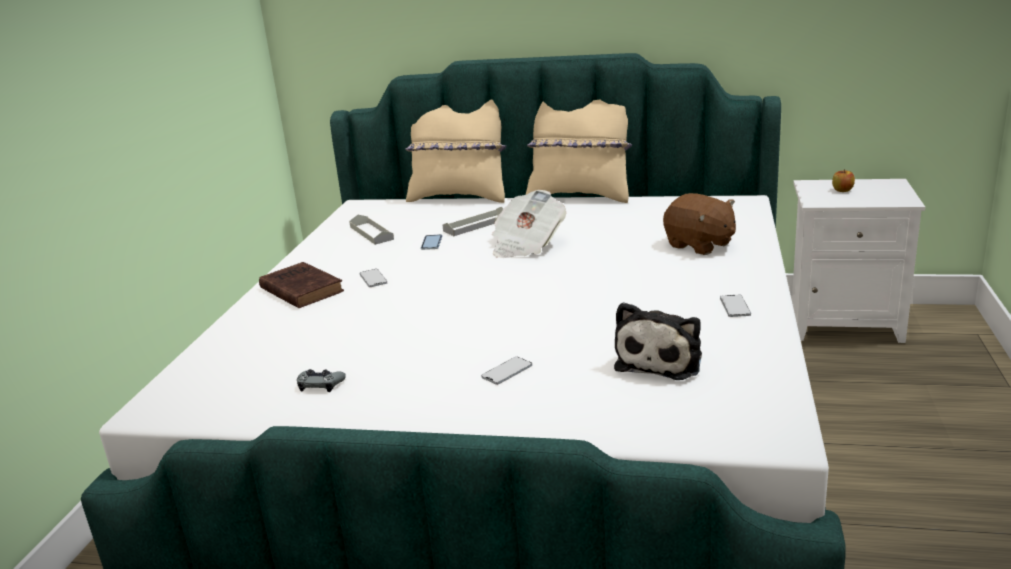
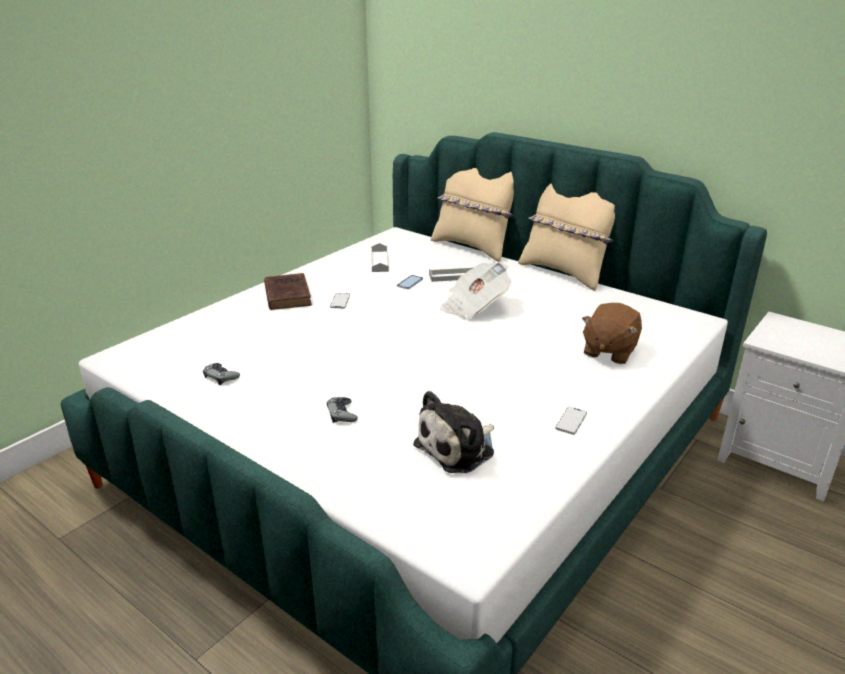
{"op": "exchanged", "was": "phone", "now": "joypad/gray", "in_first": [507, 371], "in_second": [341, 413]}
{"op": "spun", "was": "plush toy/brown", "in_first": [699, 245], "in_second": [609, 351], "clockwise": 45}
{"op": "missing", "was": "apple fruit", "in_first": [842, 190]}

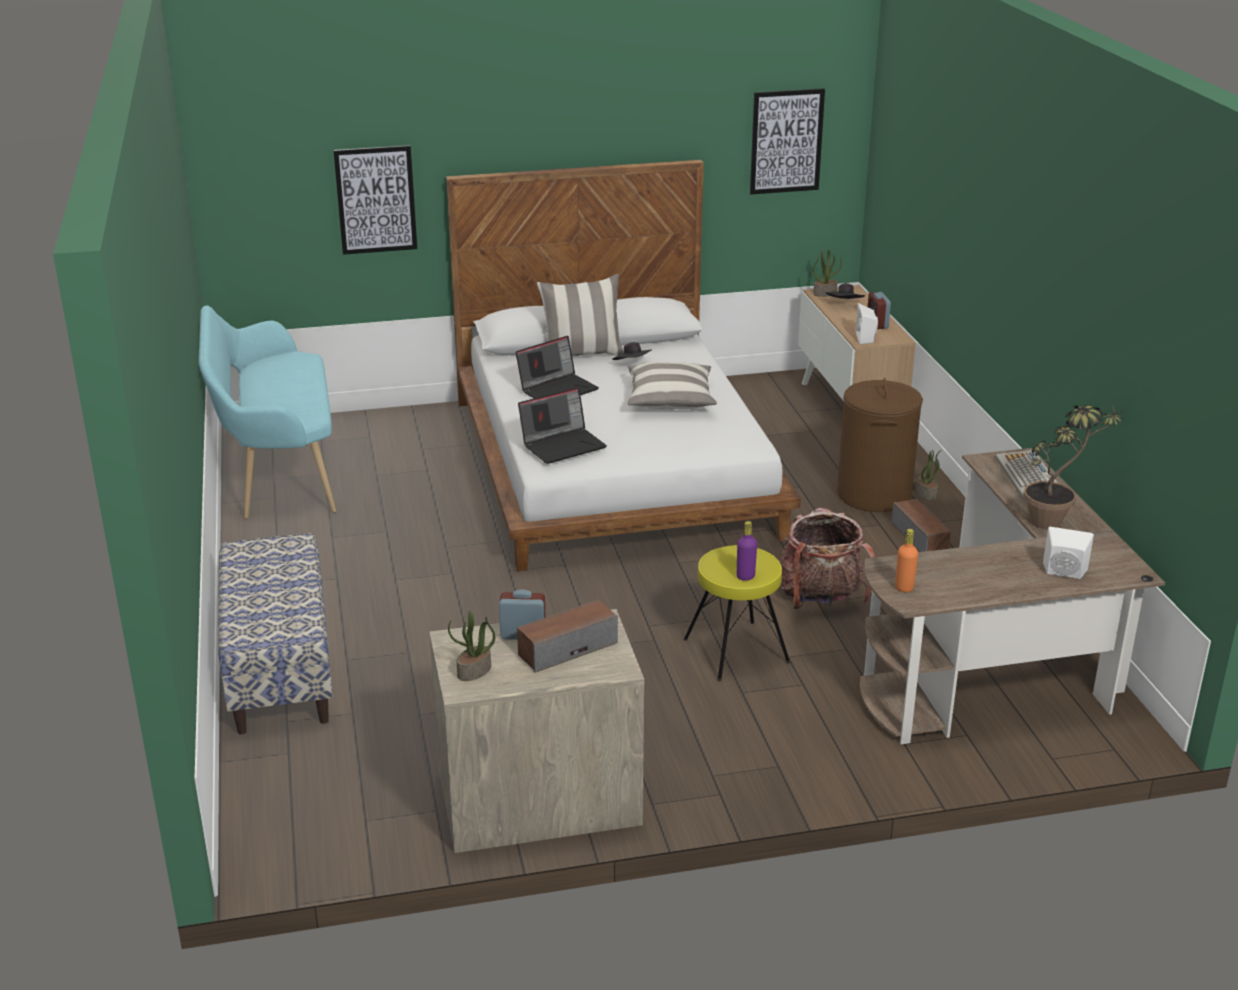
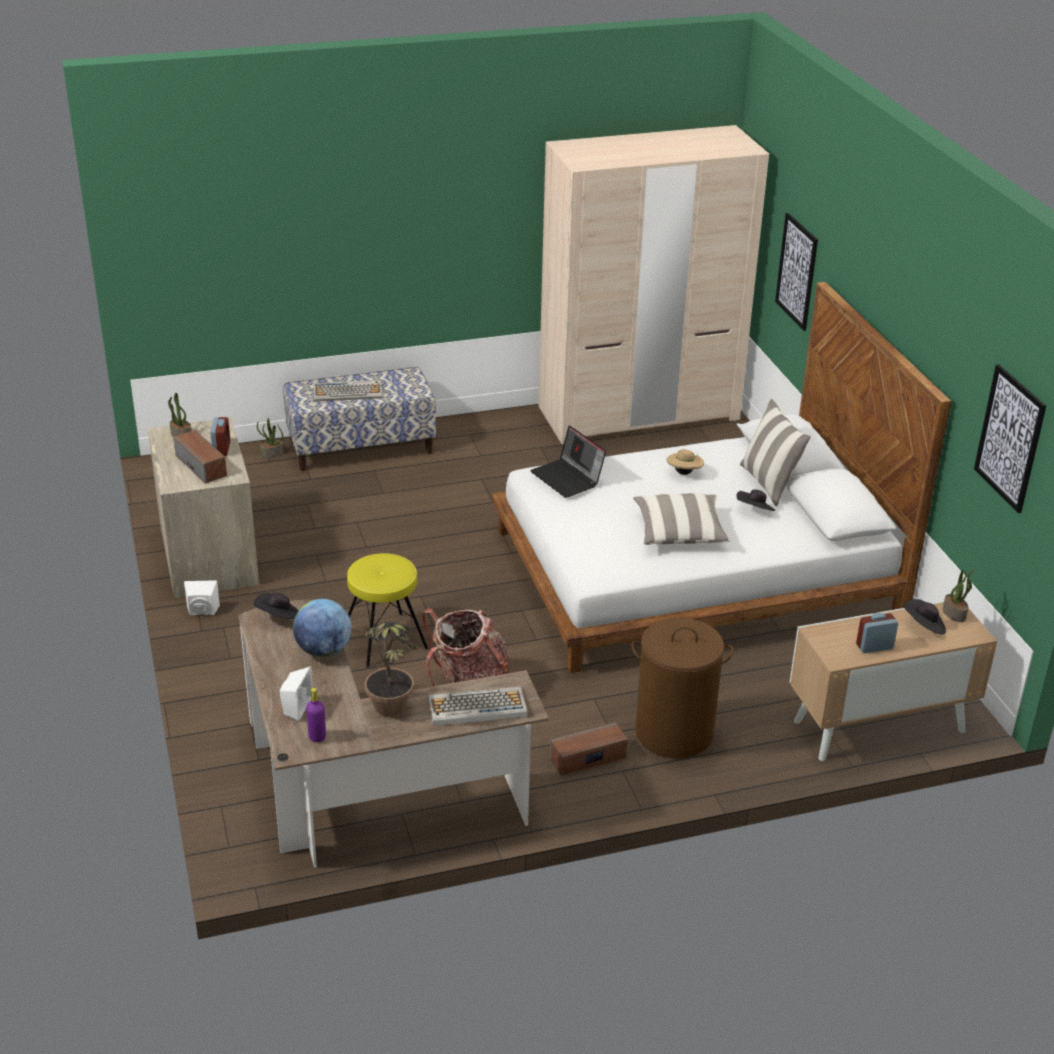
{"op": "exchanged", "was": "bench/blue-green", "now": "wardrobe/beige-coloured", "in_first": [277, 472], "in_second": [638, 413]}
{"op": "exchanged", "was": "notebook computer", "now": "clothing hat/beige-coloured", "in_first": [558, 389], "in_second": [684, 473]}
{"op": "relocated", "was": "bottle/purplish", "in_first": [745, 576], "in_second": [317, 737]}
{"op": "relocated", "was": "speaker/white", "in_first": [866, 338], "in_second": [202, 612]}
{"op": "exchanged", "was": "bottle/orangey", "now": "clothing hat/black", "in_first": [904, 588], "in_second": [279, 617]}
{"op": "relocated", "was": "plant in a pot", "in_first": [926, 494], "in_second": [272, 454]}
{"op": "appeared", "now": "world globe", "in_second": [323, 650]}
{"op": "appeared", "now": "computer keyboard", "in_second": [348, 392]}

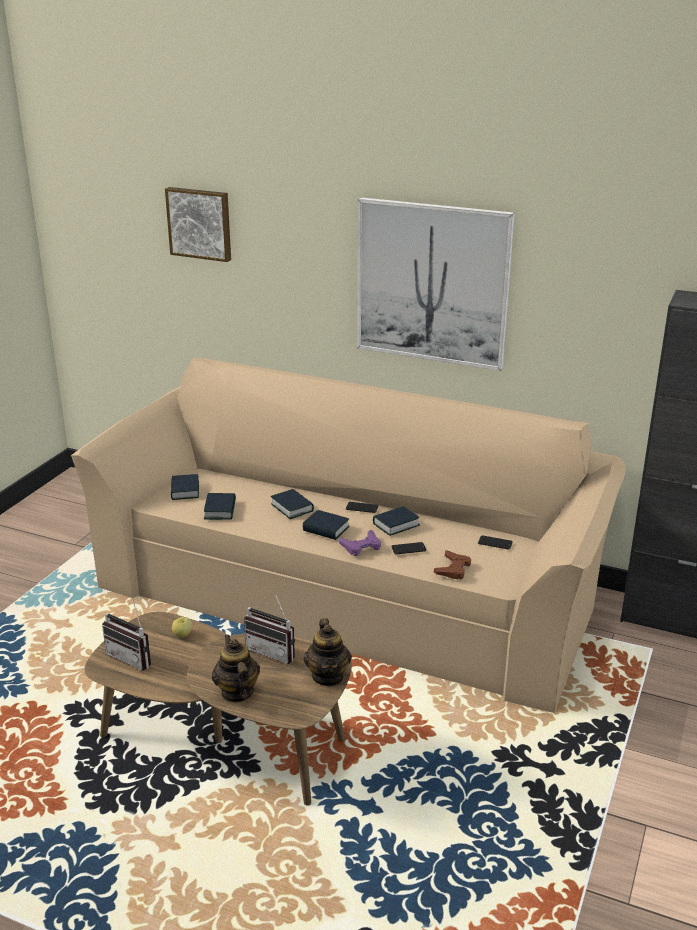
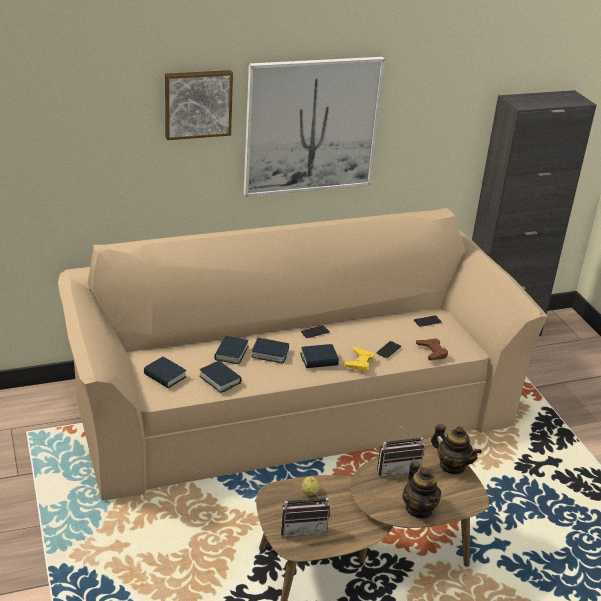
{"op": "relocated", "was": "picture", "in_first": [200, 223], "in_second": [197, 103]}
{"op": "spun", "was": "pot for tea", "in_first": [236, 692], "in_second": [419, 509], "clockwise": -135}
{"op": "colour", "was": "joypad/purplish", "now": "joypad/yellow-coloured", "in_first": [361, 546], "in_second": [359, 362]}
{"op": "relocated", "was": "book", "in_first": [396, 525], "in_second": [231, 353]}

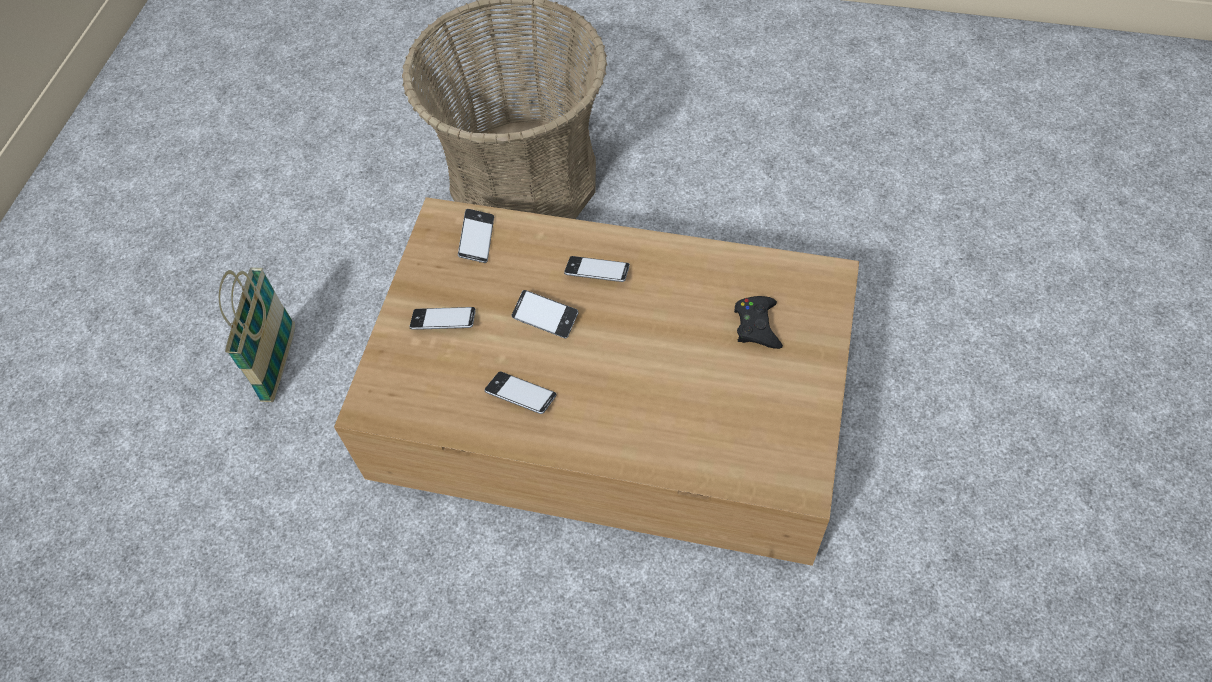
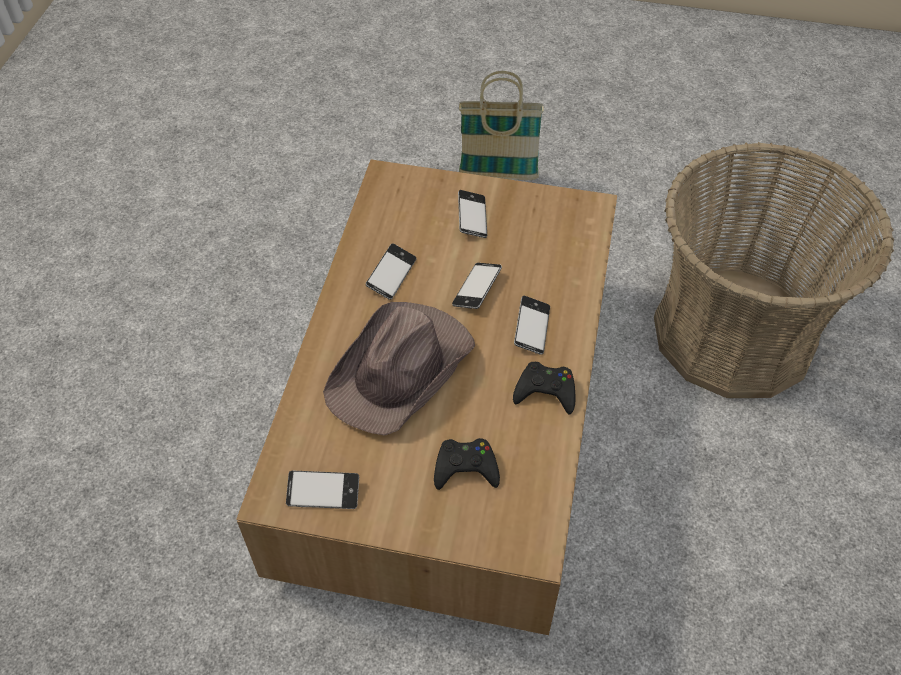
{"op": "relocated", "was": "phone", "in_first": [477, 239], "in_second": [323, 493]}
{"op": "appeared", "now": "clothing hat/brown", "in_second": [402, 369]}
{"op": "appeared", "now": "joypad/black", "in_second": [545, 391]}

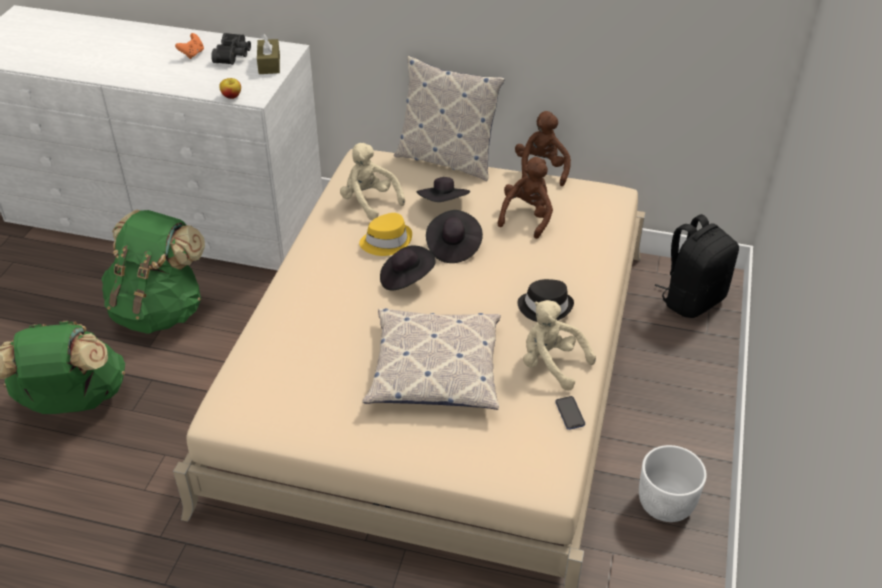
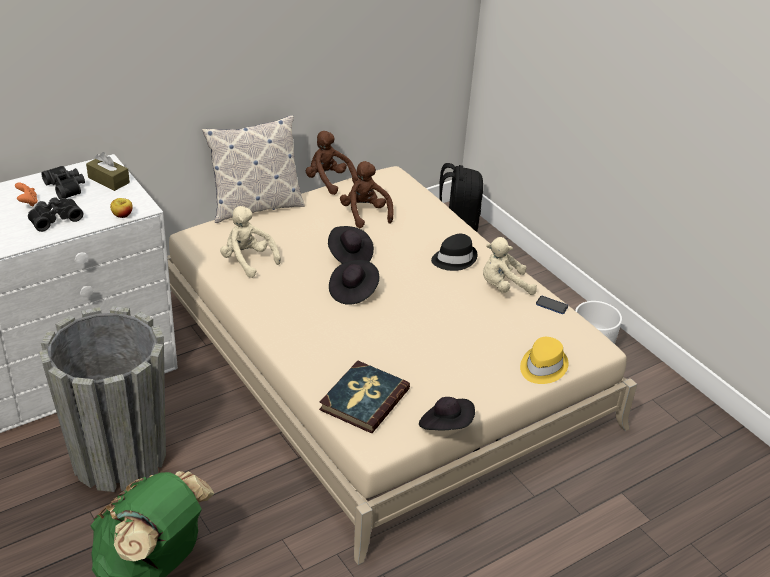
{"op": "exchanged", "was": "knapsack/green", "now": "plant pot/gray", "in_first": [160, 310], "in_second": [119, 456]}
{"op": "spun", "was": "plush toy/beige-coloured", "in_first": [369, 202], "in_second": [247, 260], "clockwise": 45}
{"op": "relocated", "was": "clothing hat/yellow-coloured", "in_first": [386, 241], "in_second": [542, 367]}
{"op": "missing", "was": "pillow", "in_first": [434, 369]}
{"op": "relocated", "was": "clothing hat/black", "in_first": [444, 204], "in_second": [446, 426]}
{"op": "appeared", "now": "field glasses/black", "in_second": [54, 218]}
{"op": "appeared", "now": "book", "in_second": [364, 399]}

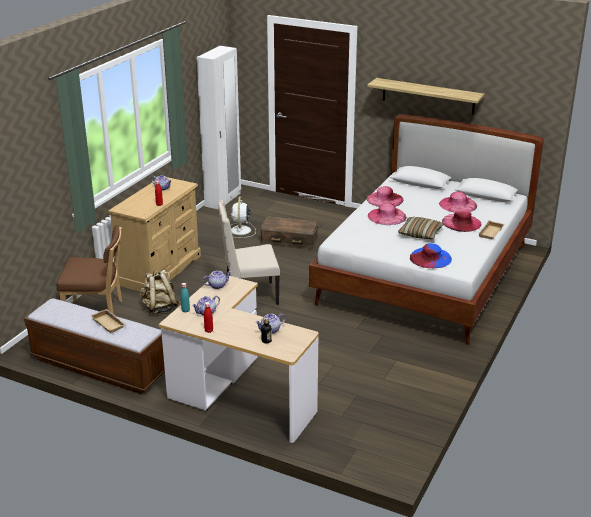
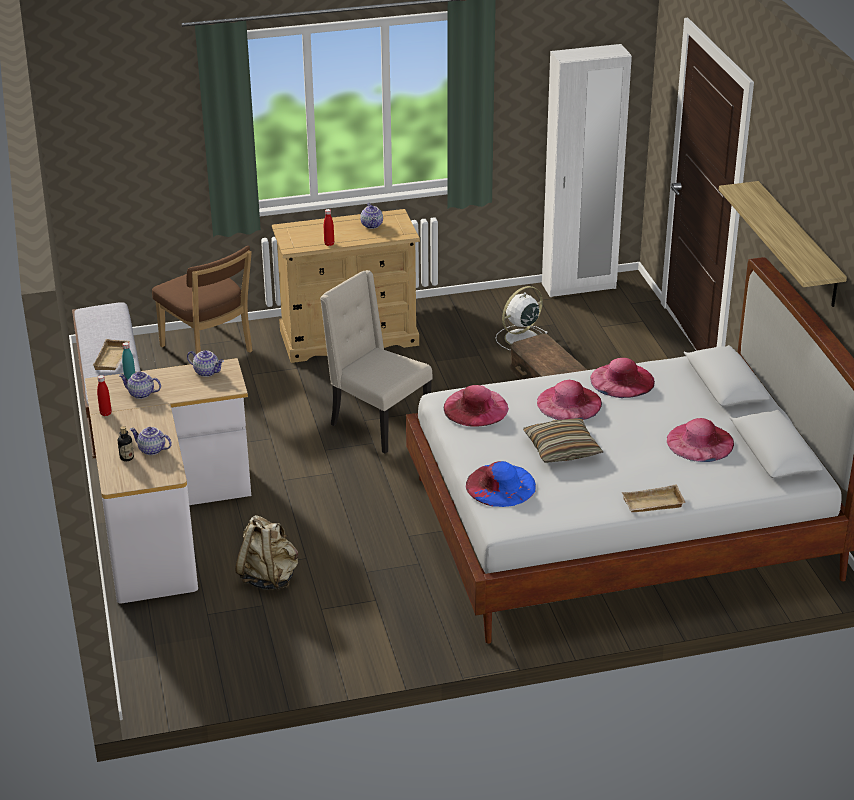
{"op": "relocated", "was": "knapsack/beige-coloured", "in_first": [159, 308], "in_second": [269, 577]}
{"op": "relocated", "was": "clothing hat/pink-coloured", "in_first": [461, 222], "in_second": [475, 407]}

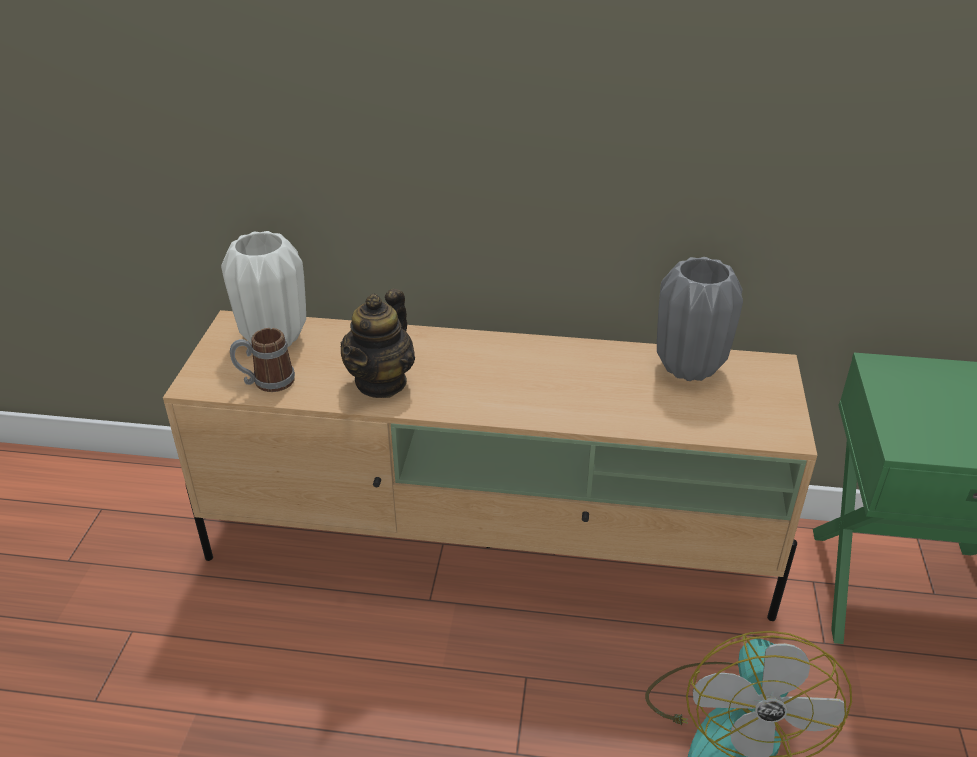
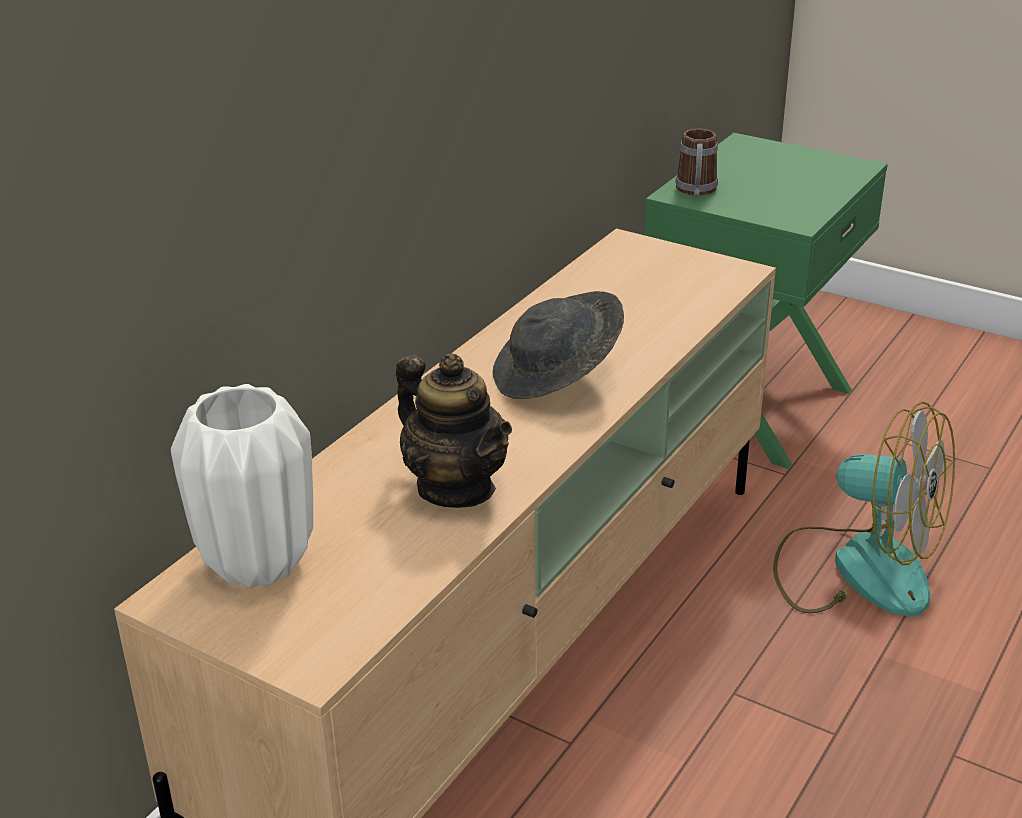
{"op": "relocated", "was": "tea mug", "in_first": [266, 382], "in_second": [696, 191]}
{"op": "missing", "was": "vase/gray", "in_first": [689, 367]}
{"op": "appeared", "now": "clothing hat/gray", "in_second": [557, 377]}

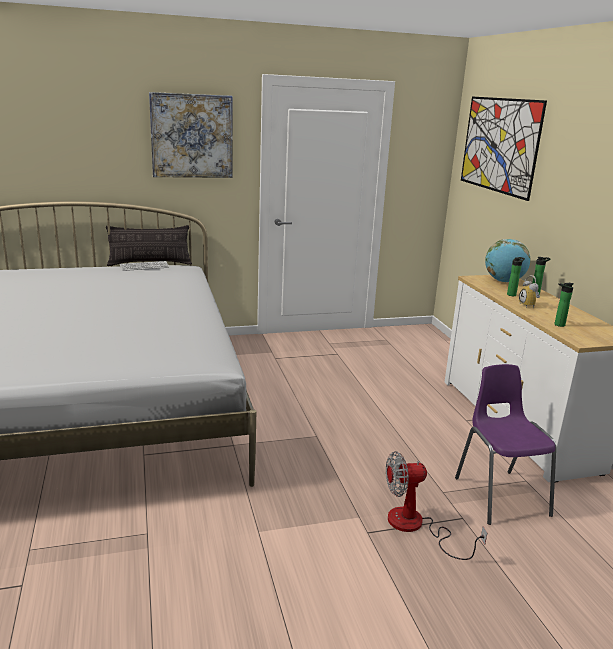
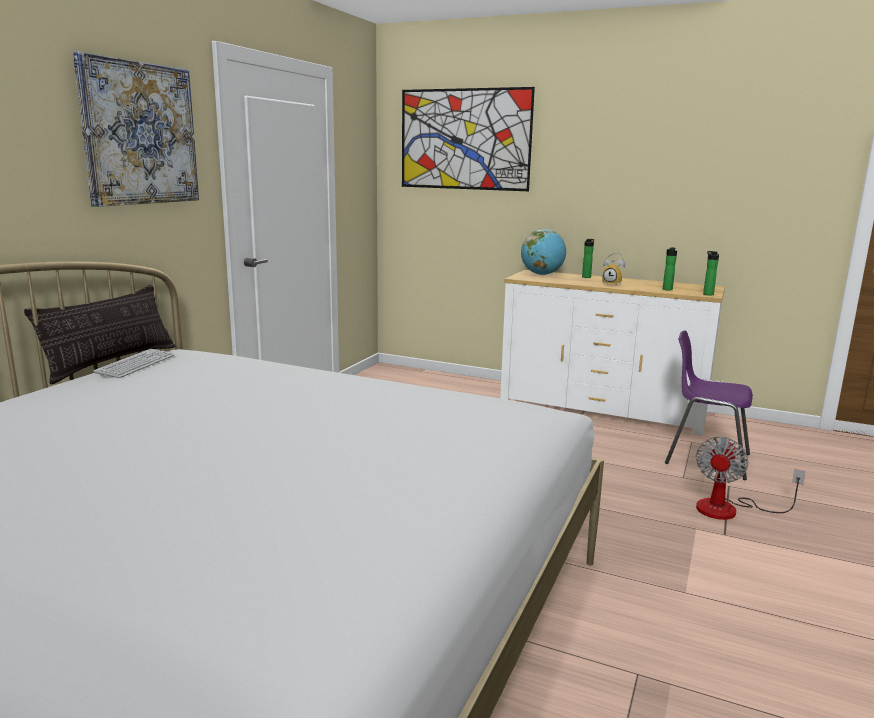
{"op": "relocated", "was": "bottle", "in_first": [512, 294], "in_second": [707, 294]}

